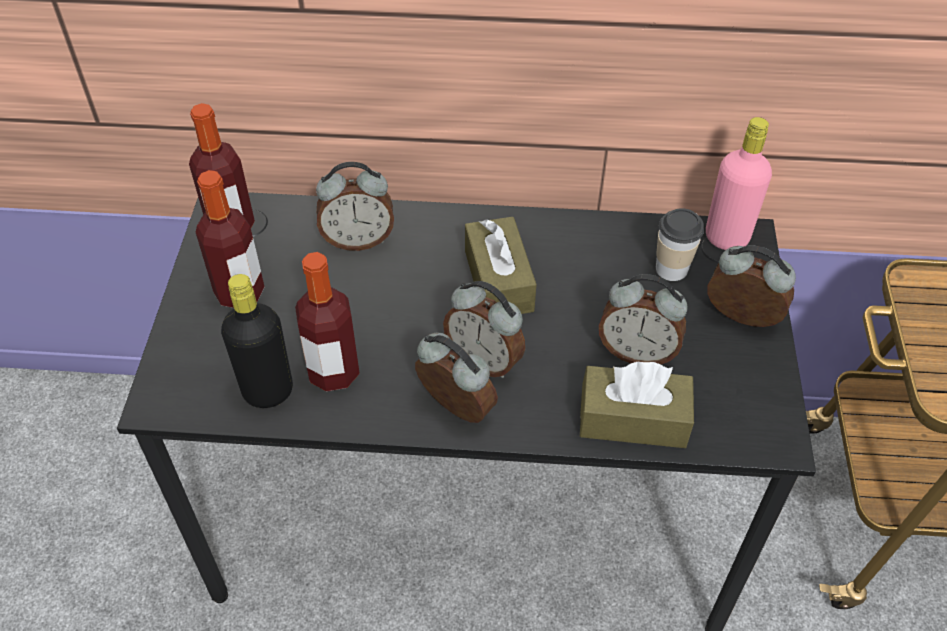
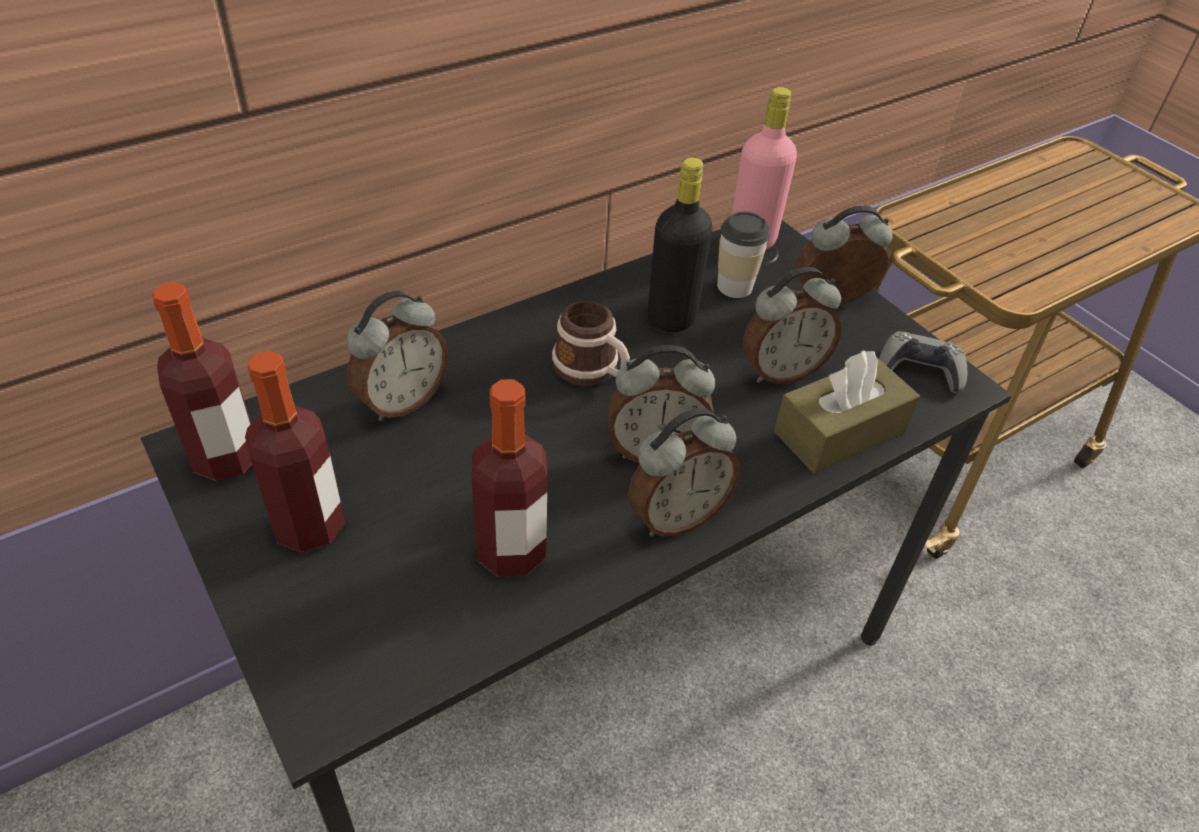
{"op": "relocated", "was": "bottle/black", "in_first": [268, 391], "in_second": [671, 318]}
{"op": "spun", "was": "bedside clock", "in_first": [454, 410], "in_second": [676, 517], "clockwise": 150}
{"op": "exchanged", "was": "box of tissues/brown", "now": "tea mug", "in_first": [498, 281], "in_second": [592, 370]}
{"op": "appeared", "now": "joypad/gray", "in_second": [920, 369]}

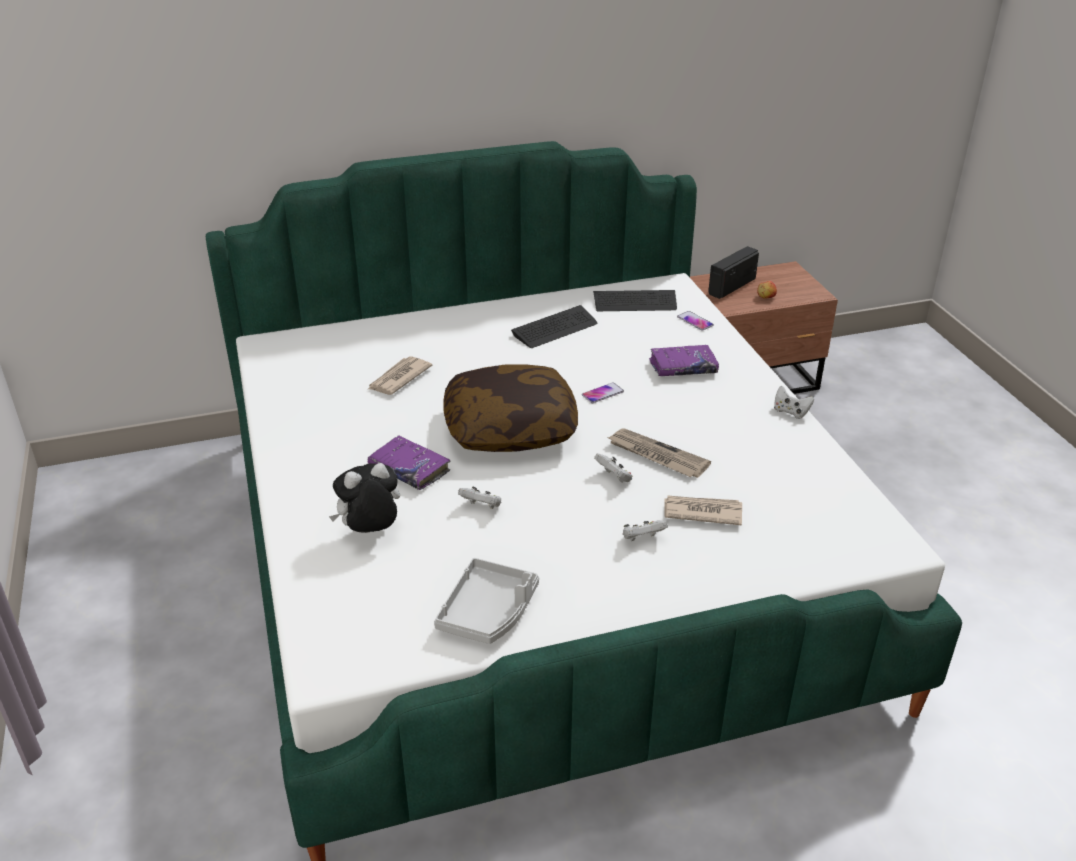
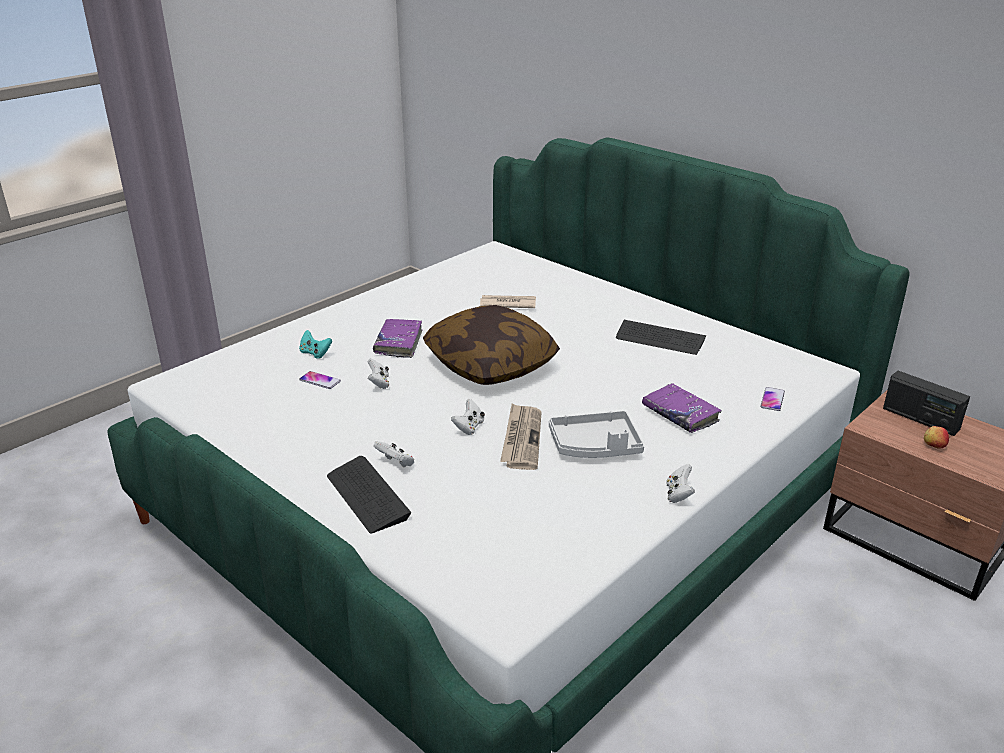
{"op": "exchanged", "was": "plush toy", "now": "joypad/blue-green", "in_first": [370, 532], "in_second": [315, 353]}
{"op": "relocated", "was": "serving tray/gray", "in_first": [488, 612], "in_second": [595, 446]}
{"op": "relocated", "was": "phone", "in_first": [602, 393], "in_second": [320, 381]}
{"op": "relocated", "was": "computer keyboard", "in_first": [635, 302], "in_second": [367, 496]}
{"op": "missing", "was": "daily paper", "in_first": [702, 512]}
{"op": "spun", "was": "radio receiver", "in_first": [731, 286], "in_second": [920, 419], "clockwise": -150}

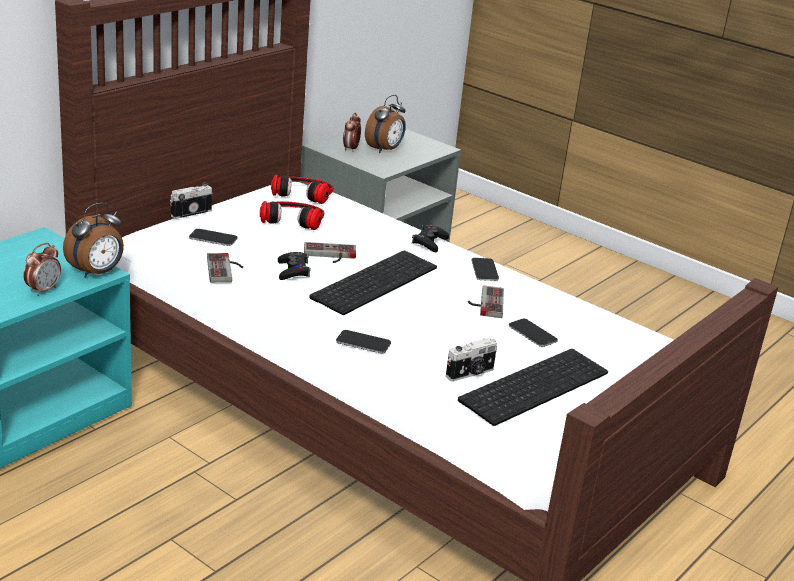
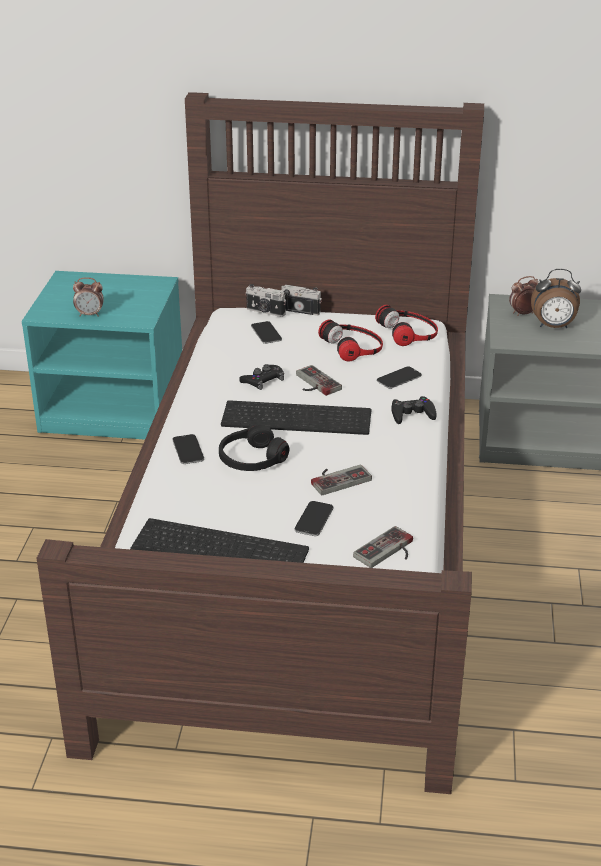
{"op": "missing", "was": "bedside clock", "in_first": [97, 273]}
{"op": "relocated", "was": "joypad", "in_first": [226, 269], "in_second": [388, 552]}
{"op": "relocated", "was": "still camera", "in_first": [471, 374], "in_second": [265, 312]}
{"op": "relocated", "was": "phone", "in_first": [484, 270], "in_second": [399, 378]}
{"op": "appeared", "now": "pair of headphones/black", "in_second": [252, 459]}

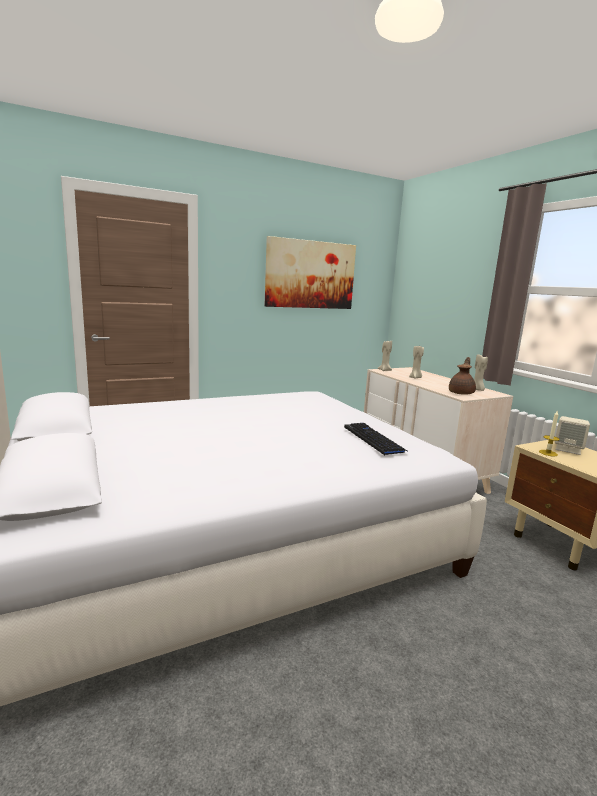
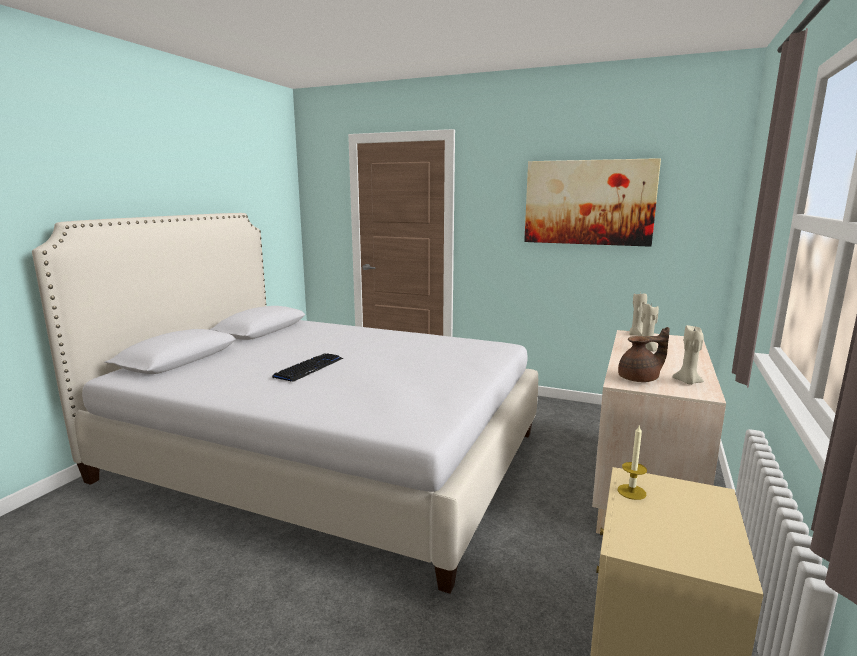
{"op": "relocated", "was": "computer keyboard", "in_first": [373, 439], "in_second": [309, 368]}
{"op": "missing", "was": "speaker/beige-coloured", "in_first": [568, 449]}

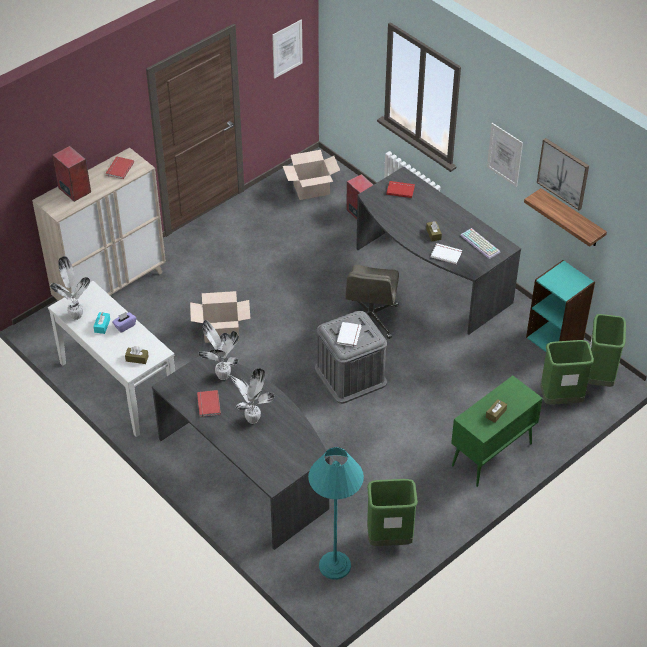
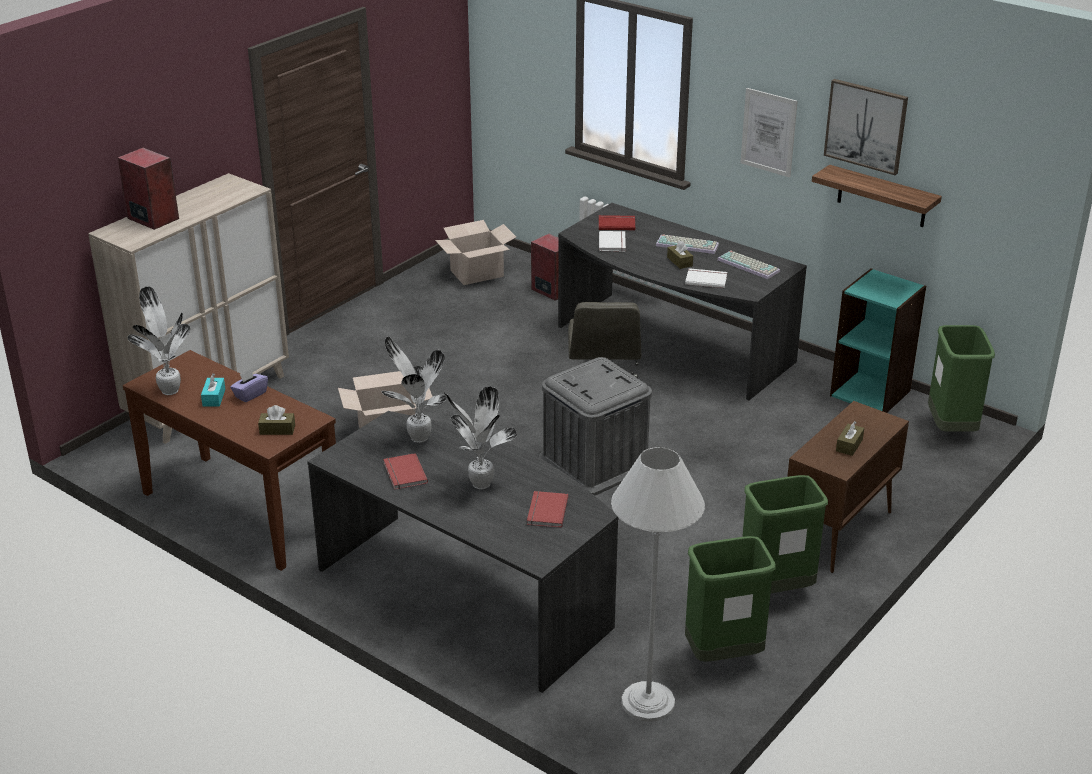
{"op": "colour", "was": "console table/white", "now": "console table/brown", "in_first": [118, 386], "in_second": [241, 511]}
{"op": "relocated", "was": "book/reddish", "in_first": [119, 168], "in_second": [546, 511]}
{"op": "missing", "was": "picture", "in_first": [287, 48]}
{"op": "colour", "was": "standing lamp/blue-green", "now": "standing lamp/white", "in_first": [335, 565], "in_second": [648, 702]}
{"op": "relocated", "was": "book/white", "in_first": [350, 335], "in_second": [613, 243]}
{"op": "colour", "was": "cupboard/green", "now": "cupboard/brown", "in_first": [491, 455], "in_second": [837, 532]}
{"op": "relocated", "was": "trash can/green", "in_first": [561, 399], "in_second": [776, 589]}
{"op": "appeared", "now": "computer keyboard", "in_second": [688, 245]}

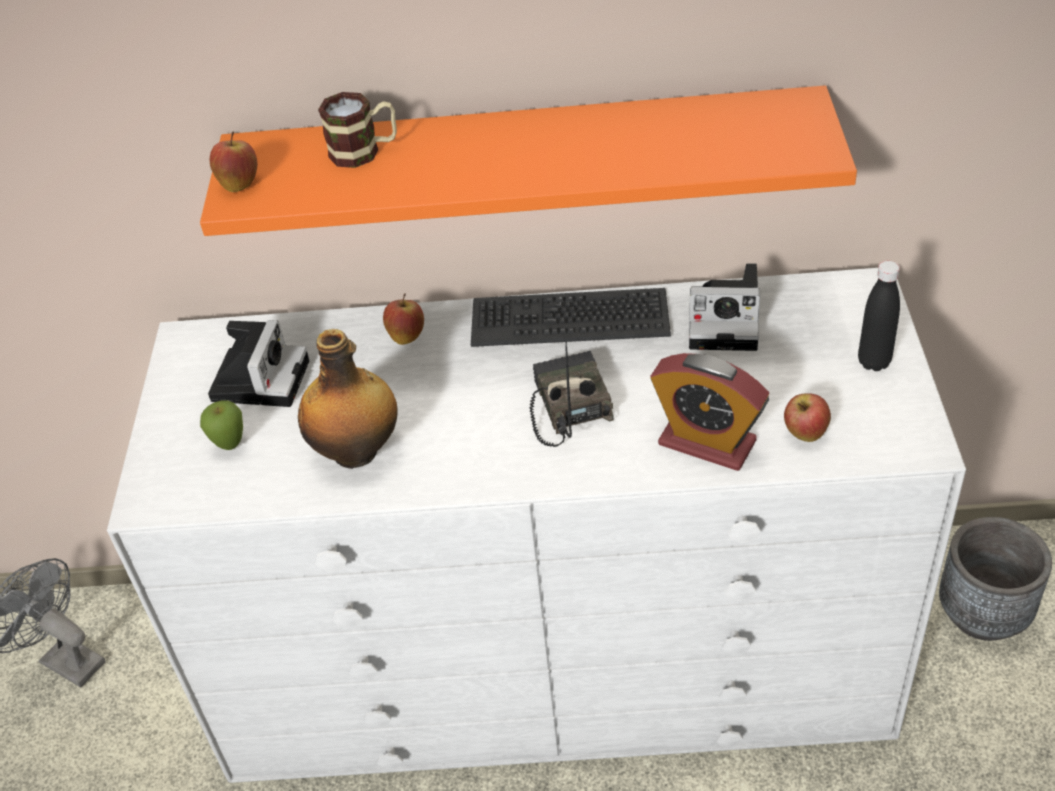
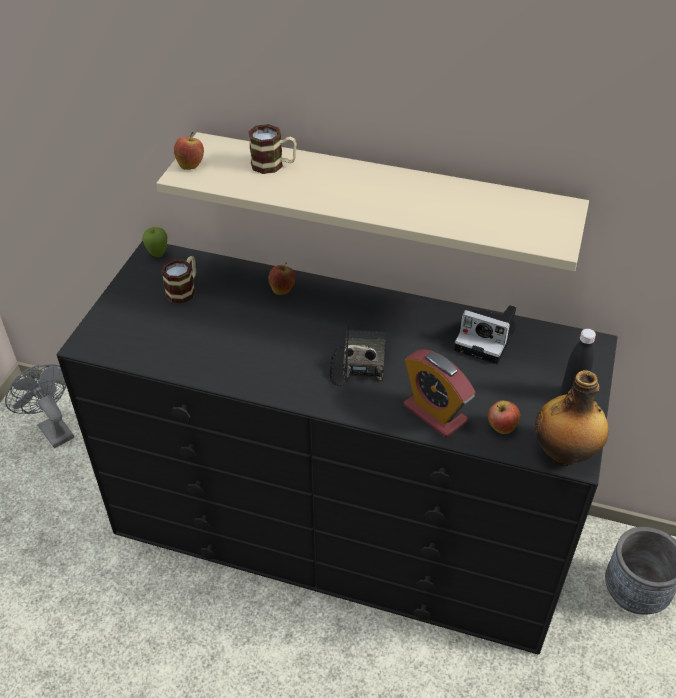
{"op": "colour", "was": "chest of drawers/white", "now": "chest of drawers/black", "in_first": [556, 657], "in_second": [339, 525]}
{"op": "colour", "was": "wall shelf/orangey", "now": "wall shelf/beige-coloured", "in_first": [526, 160], "in_second": [382, 197]}
{"op": "relocated", "was": "apple fruit", "in_first": [230, 445], "in_second": [158, 255]}
{"op": "exchanged", "was": "still camera", "now": "tea mug", "in_first": [260, 378], "in_second": [184, 290]}
{"op": "relocated", "was": "bottle", "in_first": [357, 451], "in_second": [564, 454]}
{"op": "missing", "was": "computer keyboard", "in_first": [569, 318]}

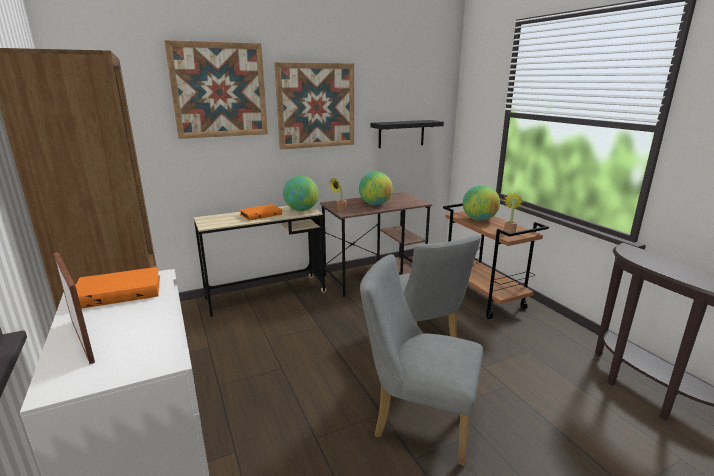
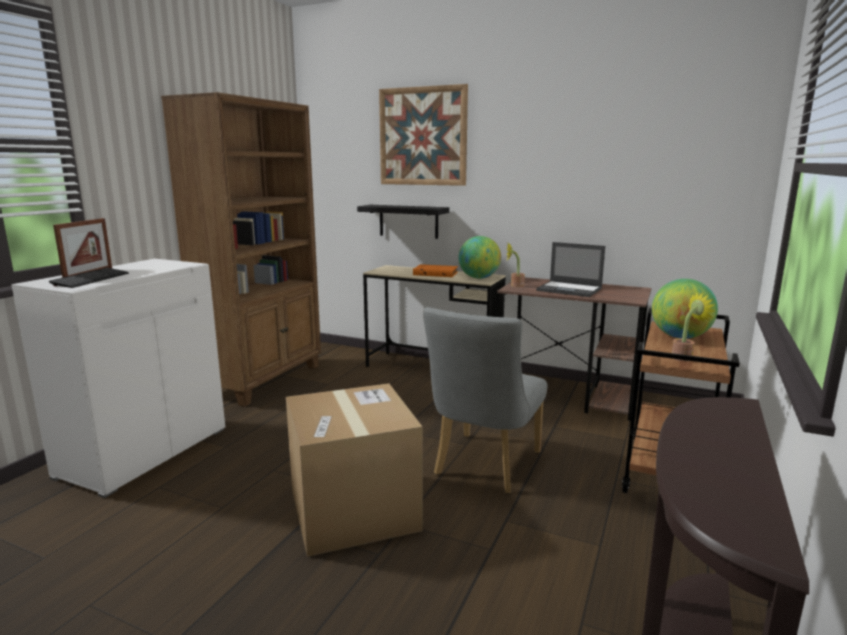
{"op": "missing", "was": "book/orangey", "in_first": [120, 291]}
{"op": "missing", "was": "picture", "in_first": [316, 106]}
{"op": "exchanged", "was": "world globe", "now": "notebook computer", "in_first": [375, 204], "in_second": [570, 289]}
{"op": "exchanged", "was": "plain chair/gray", "now": "cardboard box", "in_first": [417, 420], "in_second": [353, 510]}
{"op": "relocated", "was": "wall shelf/black", "in_first": [401, 134], "in_second": [408, 221]}
{"op": "appeared", "now": "computer keyboard", "in_second": [91, 279]}

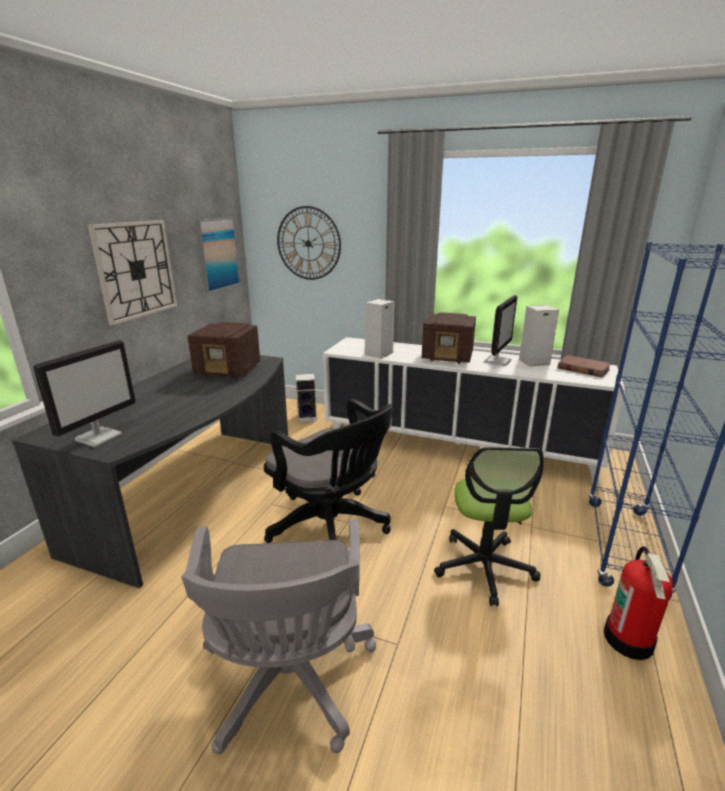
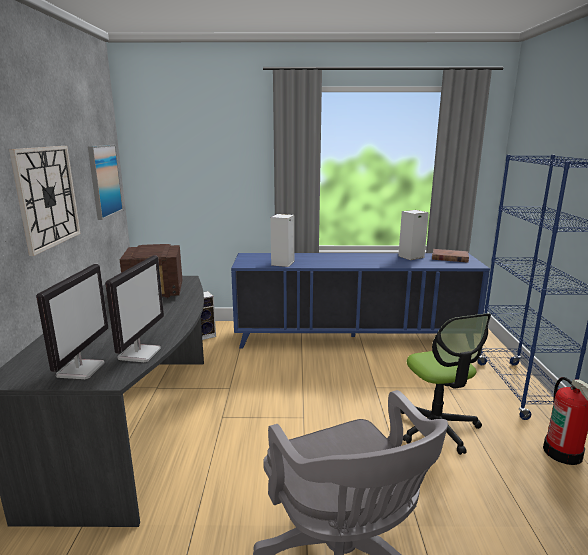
{"op": "missing", "was": "computer chair/black", "in_first": [332, 528]}
{"op": "missing", "was": "clock on the wall", "in_first": [308, 243]}
{"op": "colour", "was": "cupboard/white", "now": "cupboard/blue", "in_first": [456, 446], "in_second": [353, 338]}
{"op": "missing", "was": "radio receiver", "in_first": [448, 357]}
{"op": "relocated", "was": "monitor", "in_first": [497, 361], "in_second": [139, 353]}

